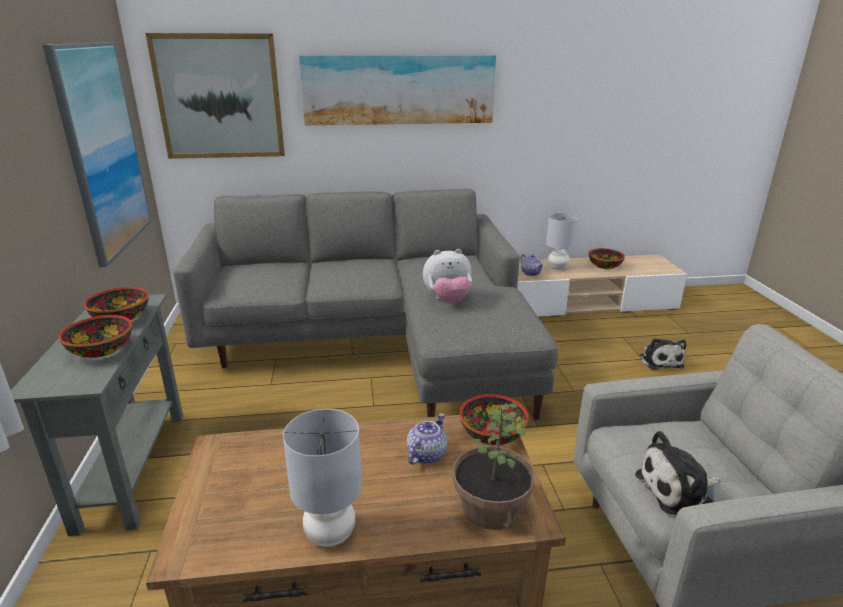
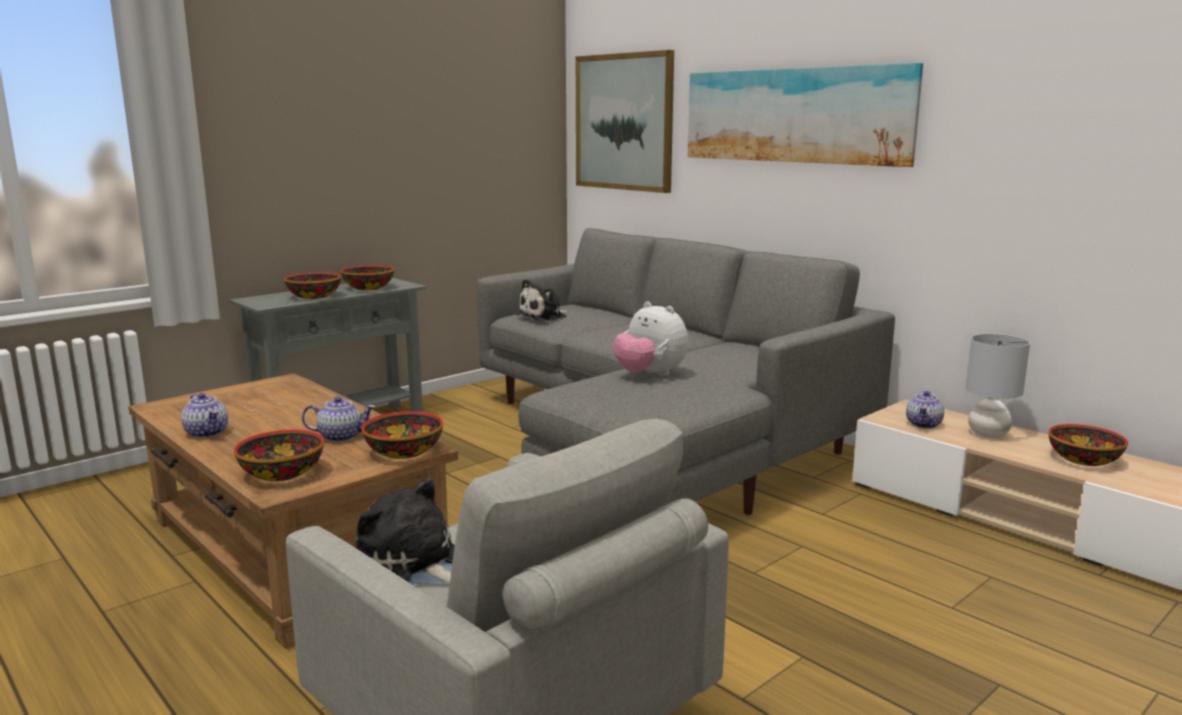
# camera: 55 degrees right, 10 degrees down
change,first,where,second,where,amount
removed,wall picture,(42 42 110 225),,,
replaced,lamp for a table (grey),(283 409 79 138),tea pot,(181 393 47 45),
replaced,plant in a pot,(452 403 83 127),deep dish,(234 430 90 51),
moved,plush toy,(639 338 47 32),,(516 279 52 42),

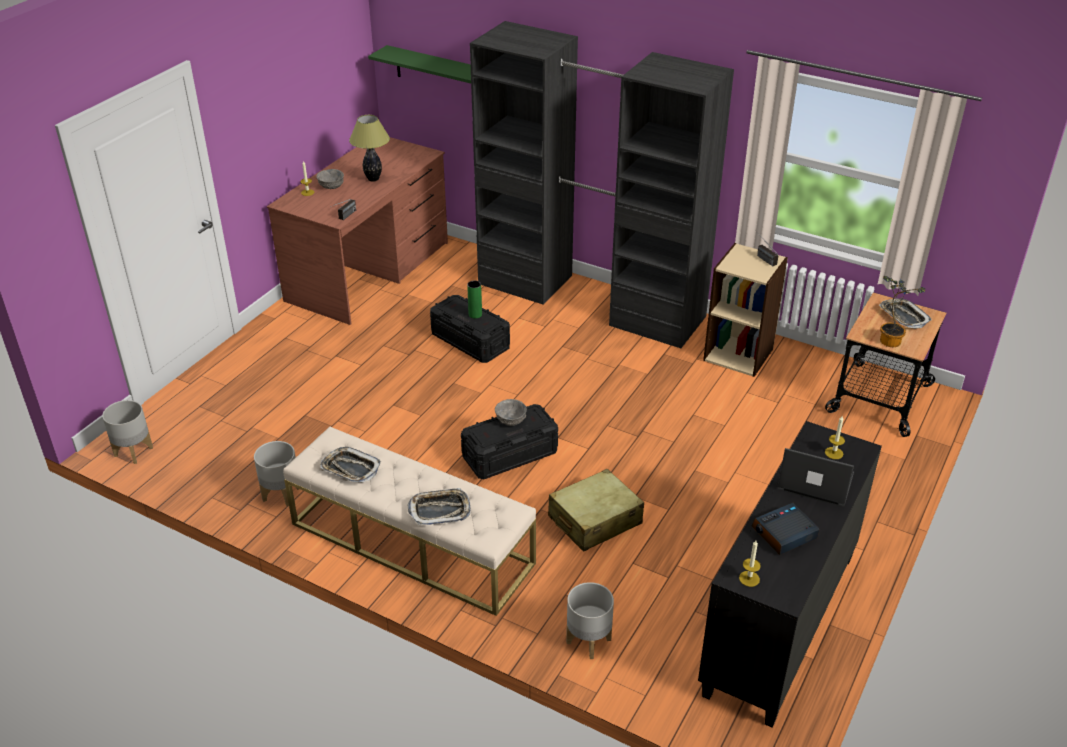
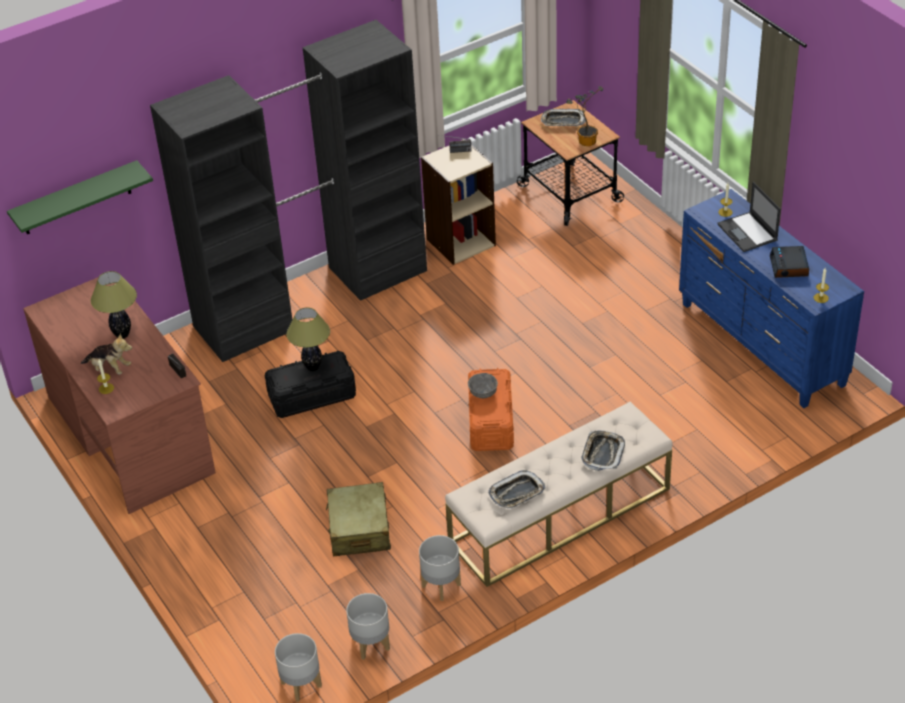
# camera: 60 degrees left, 5 degrees up
change,first,where,second,where,amount
replaced,deep dish (grey),(316 169 28 20),plush toy,(80 333 52 42),
recoloured,storage container (black-coloured),(461 404 97 75),storage container (orange-coloured),(468 368 46 83),
replaced,flower vase (greenish),(467 280 15 38),lamp for a table,(287 307 43 64),
moved,travel case (beige),(548 469 96 83),,(326 482 65 74),
moved,plant pot (grey),(566 582 48 77),,(346 593 44 66),
recoloured,drawer chest (black-coloured),(698 421 184 306),drawer chest (blue-coloured),(679 189 185 219),
turned,notebook computer,(778 448 76 59),,(717 182 64 70),75 degrees counterclockwise

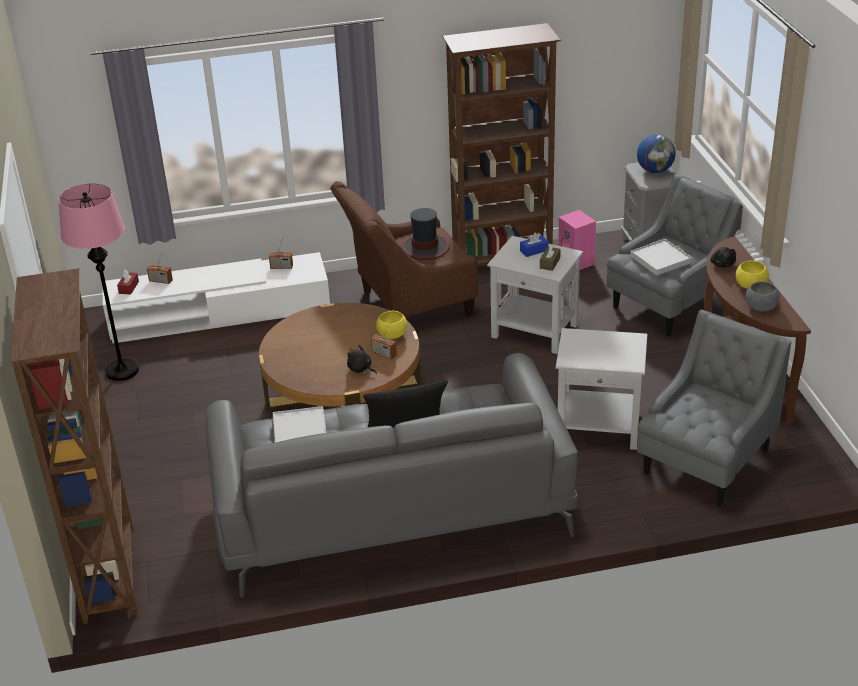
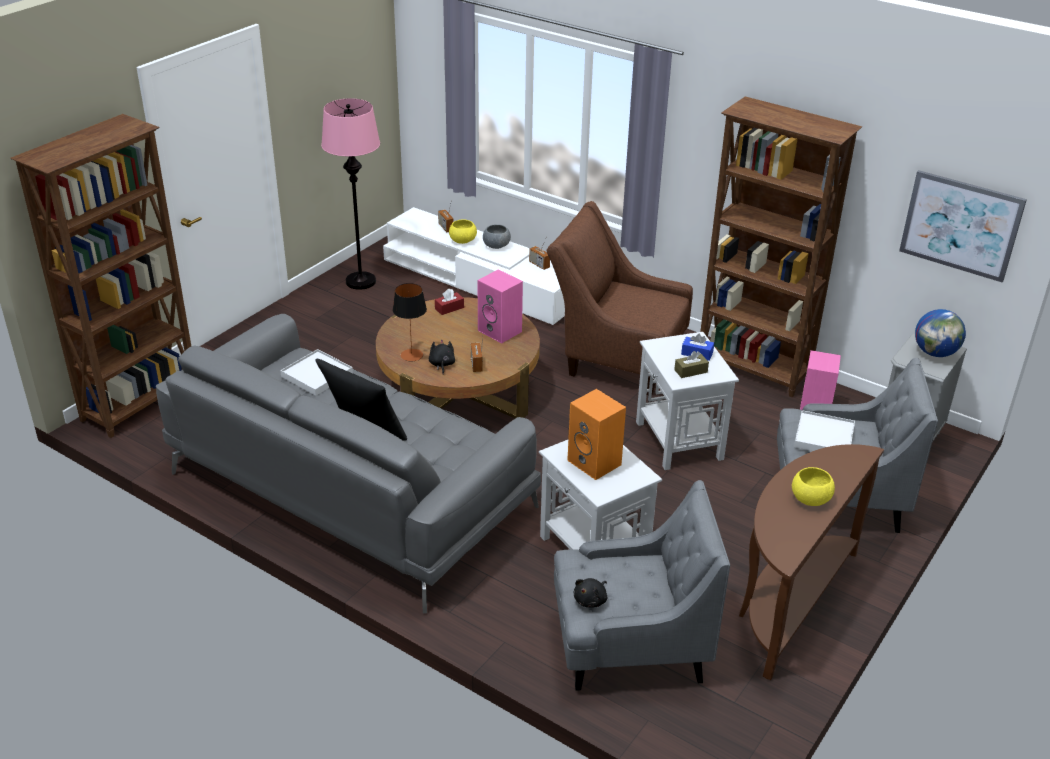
# camera: 45 degrees right, 0 degrees up
change,first,where,second,where,amount
moved,box of tissues (red-coloured),(117 270 22 25),,(435 289 29 26),
moved,deep dish (yellow),(376 311 32 28),,(449 219 28 25),
removed,hat,(400 208 50 52),,,
moved,plush toy (black-coloured),(710 247 26 21),,(573 578 34 29),
moved,deep dish (grey),(746 282 34 29),,(483 224 28 25),
added,,,lamp for a table,(393 283 34 78),
added,,,loudspeaker (pink-coloured),(477 269 46 74),
added,,,loudspeaker (orange-coloured),(567 389 59 91),
added,,,wall picture,(899 170 128 112),

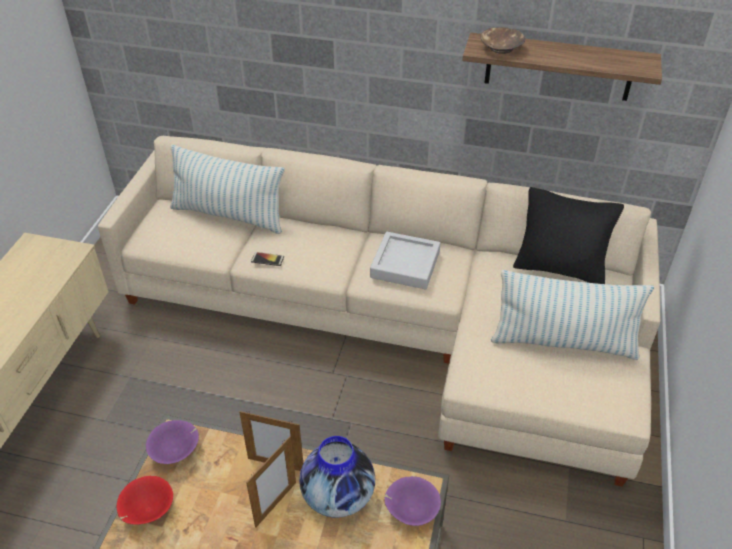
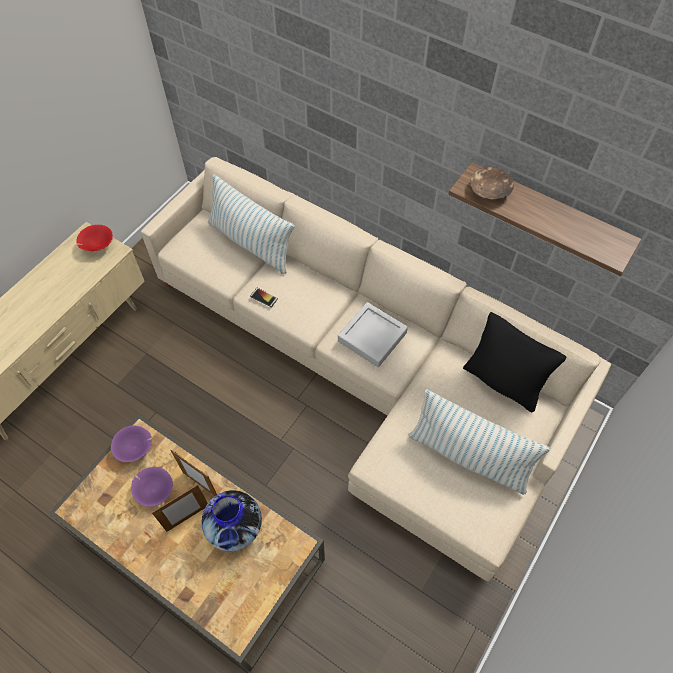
# camera: 20 degrees right, 15 degrees up
change,first,where,second,where,amount
moved,deep dish (red-coloured),(117 476 56 48),,(76 225 37 26),
moved,deep dish (purplish),(385 476 56 50),,(131 467 42 40),

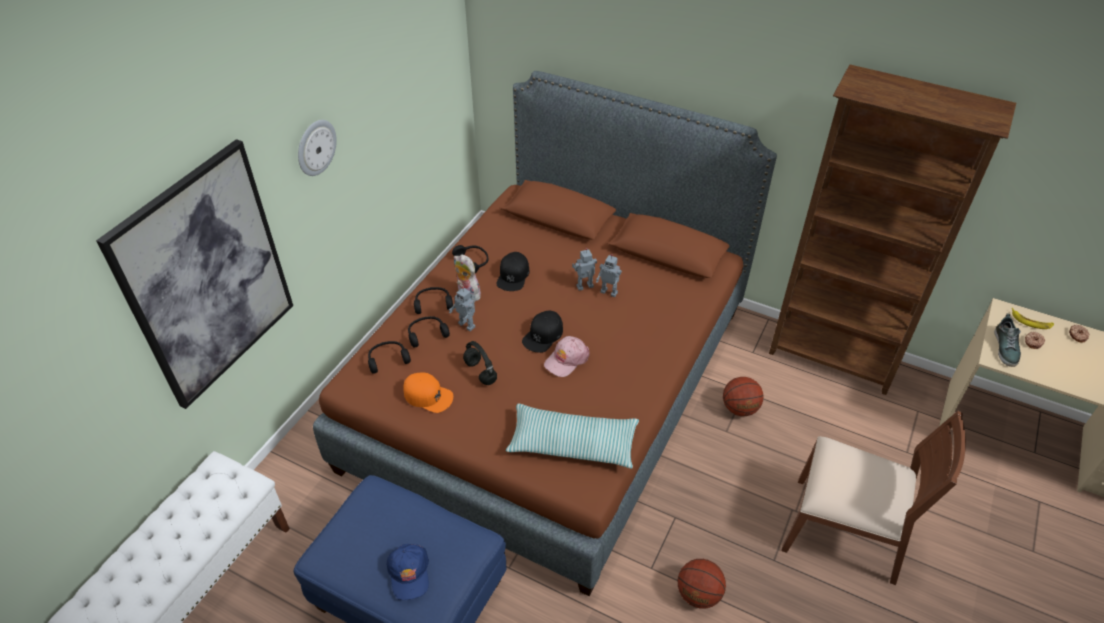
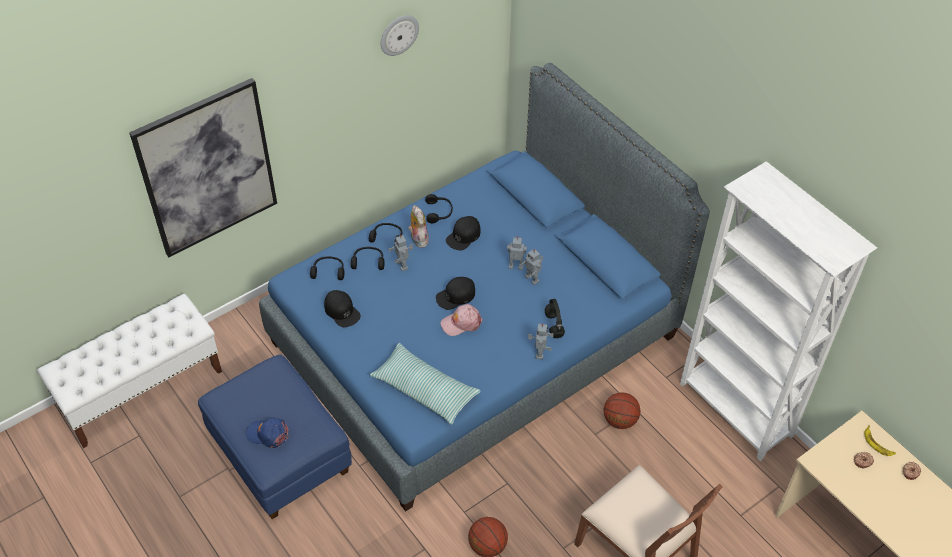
# camera: 25 degrees right, 5 degrees up
change,first,where,second,where,amount
moved,clock on the wall,(298 120 39 56),,(381 15 38 41),
recoloured,sleeping bed (brownish),(313 71 464 525),sleeping bed (blue-coloured),(259 63 451 448),
turned,baseball cap (blue-coloured),(386 544 43 56),,(246 418 43 30),90 degrees clockwise
recoloured,baseball cap (orange-coloured),(403 372 50 41),baseball cap (black-coloured),(324 290 37 37),
moved,headset (black-coloured),(463 341 34 44),,(545 299 20 39),
recoloured,bookshelf (brownish),(769 65 247 330),bookshelf (white),(680 161 197 300),
removed,low shoe,(994 314 27 53),,,
added,,,robot figure,(528 324 25 36),

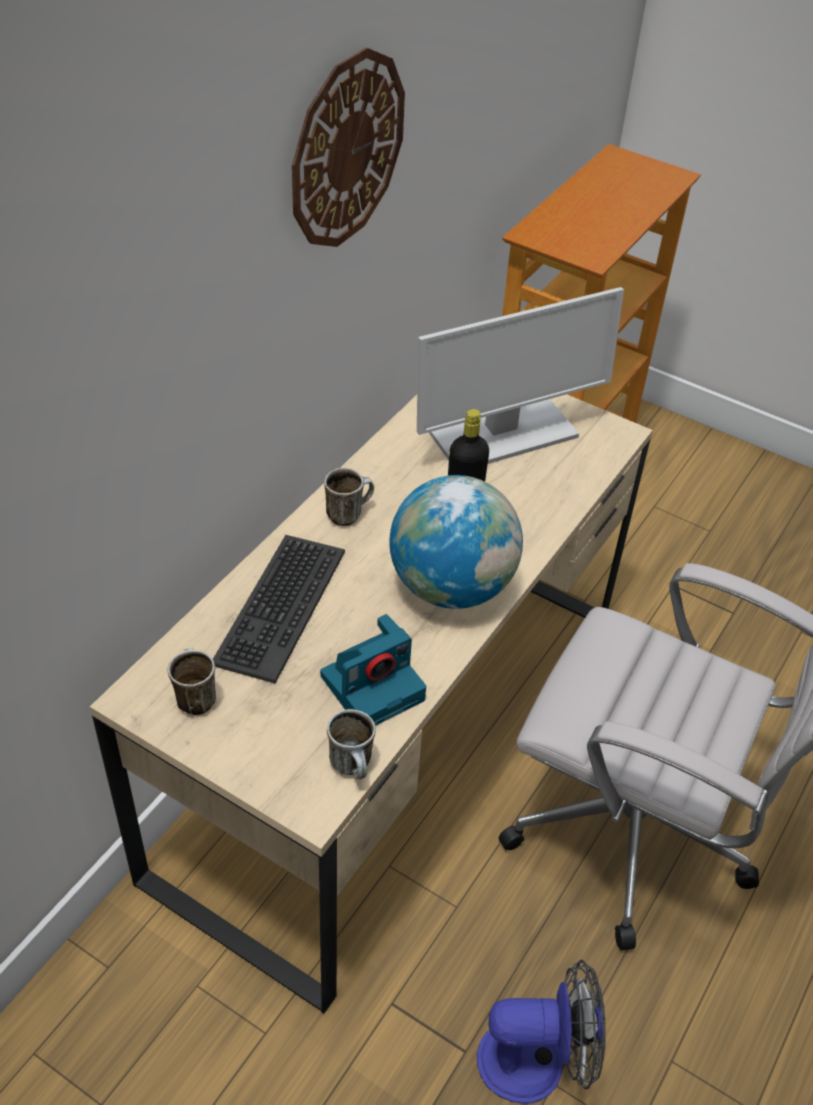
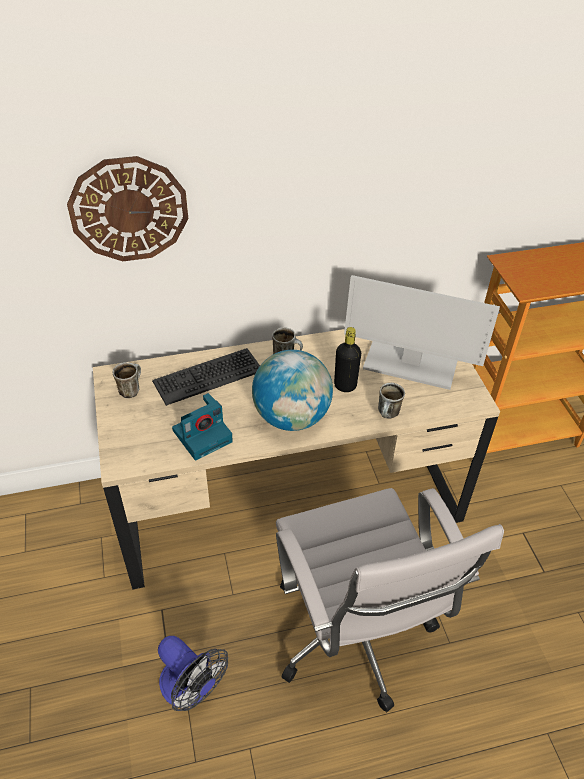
# camera: 45 degrees right, 0 degrees up
change,first,where,second,where,amount
moved,clock on the wall,(292 48 113 199),,(67 156 121 105),
turned,photo camera,(320 614 106 112),,(172 393 61 68),45 degrees counterclockwise
moved,coffee mug,(327 709 49 70),,(378 383 27 36),

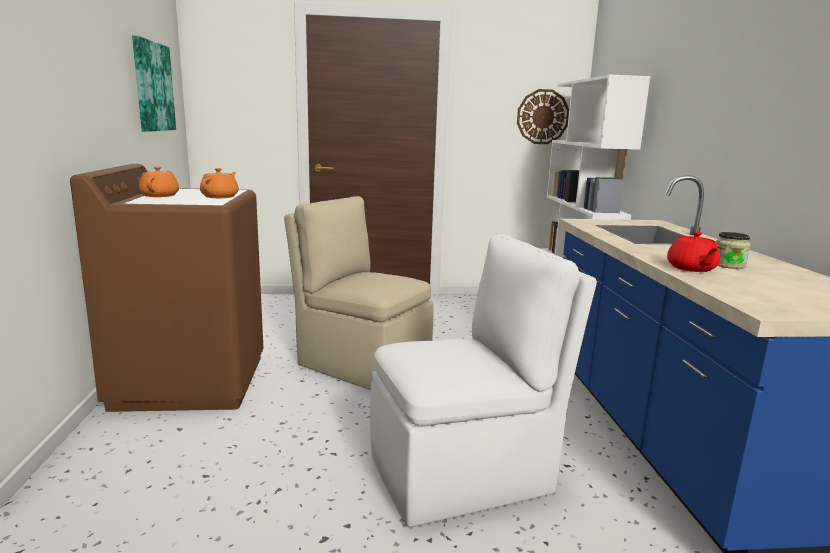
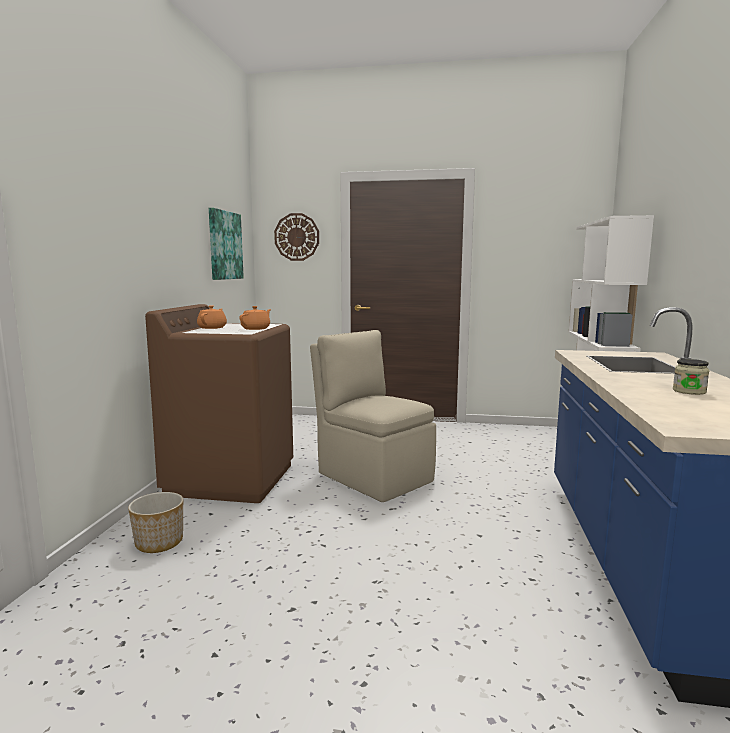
# camera: 15 degrees right, 5 degrees down
change,first,where,second,where,amount
removed,upright chair (white),(370 234 227 293),,,
moved,clock on the wall,(517 89 52 55),,(274 213 45 48),
removed,tea pot (red-coloured),(667 231 53 41),,,
added,,,plant pot,(128 492 55 61),

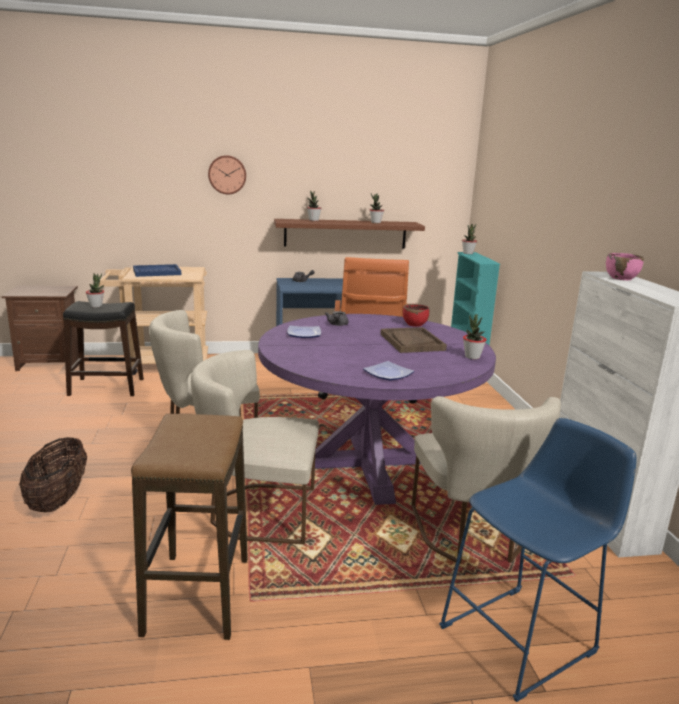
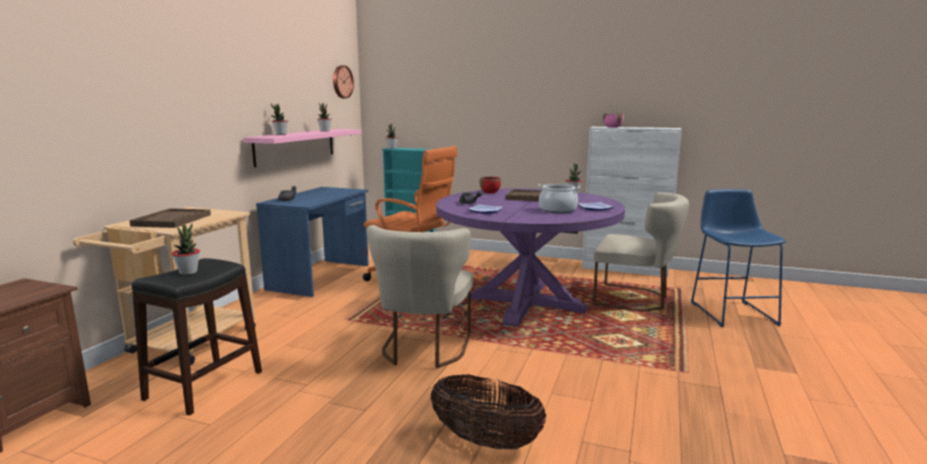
# camera: 60 degrees left, 5 degrees down
change,first,where,second,where,amount
removed,sitting stool,(131 414 117 226),,,
recoloured,tray (blue-coloured),(133 264 48 13),tray (brownish),(129 208 82 20),
removed,upright chair (beige),(191 350 128 194),,,
moved,clock on the wall,(208 155 38 39),,(333 65 21 33),
recoloured,shelf (brownish),(274 219 151 30),shelf (pink-coloured),(243 129 119 38),
added,,,saucepot,(538 184 43 29),

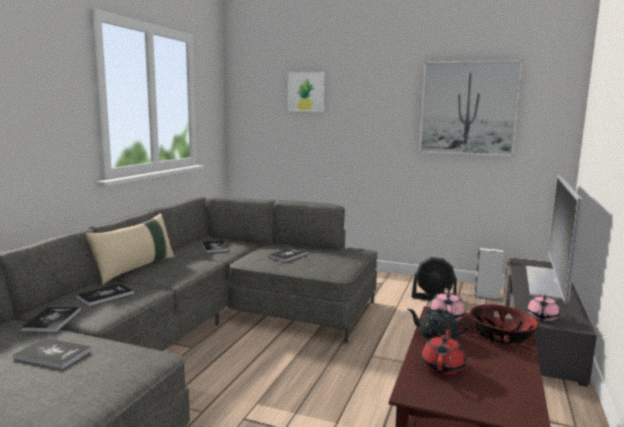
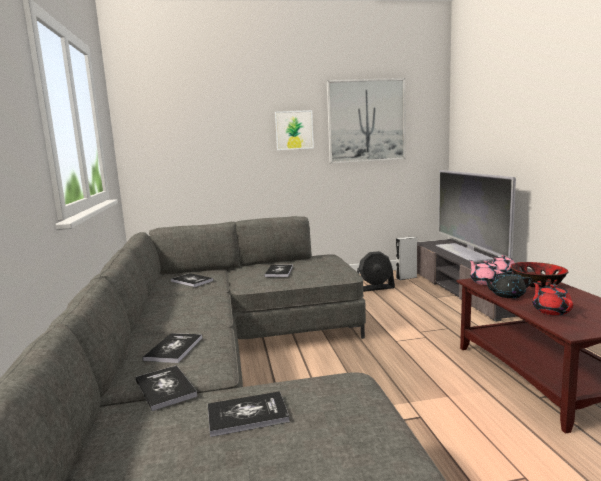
# camera: 30 degrees left, 0 degrees up
change,first,where,second,where,amount
removed,throw pillow (beige),(85 213 90 72),,,
moved,wall picture,(288 72 37 39),,(275 110 39 40),

